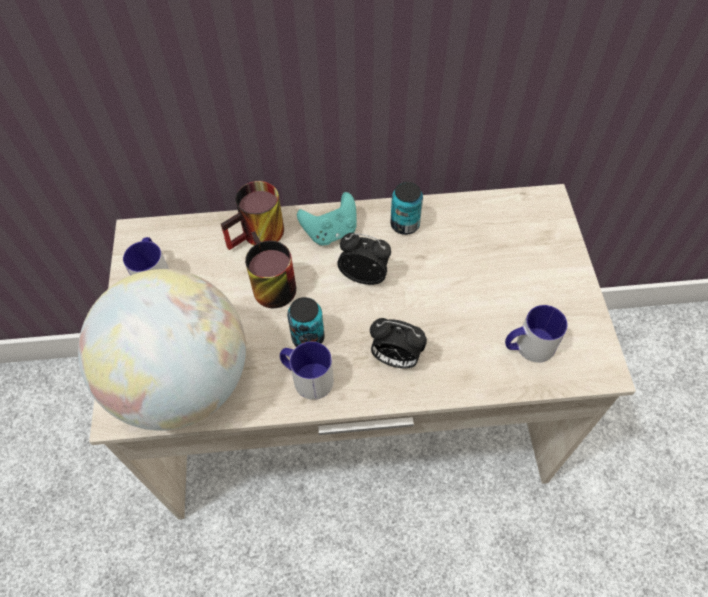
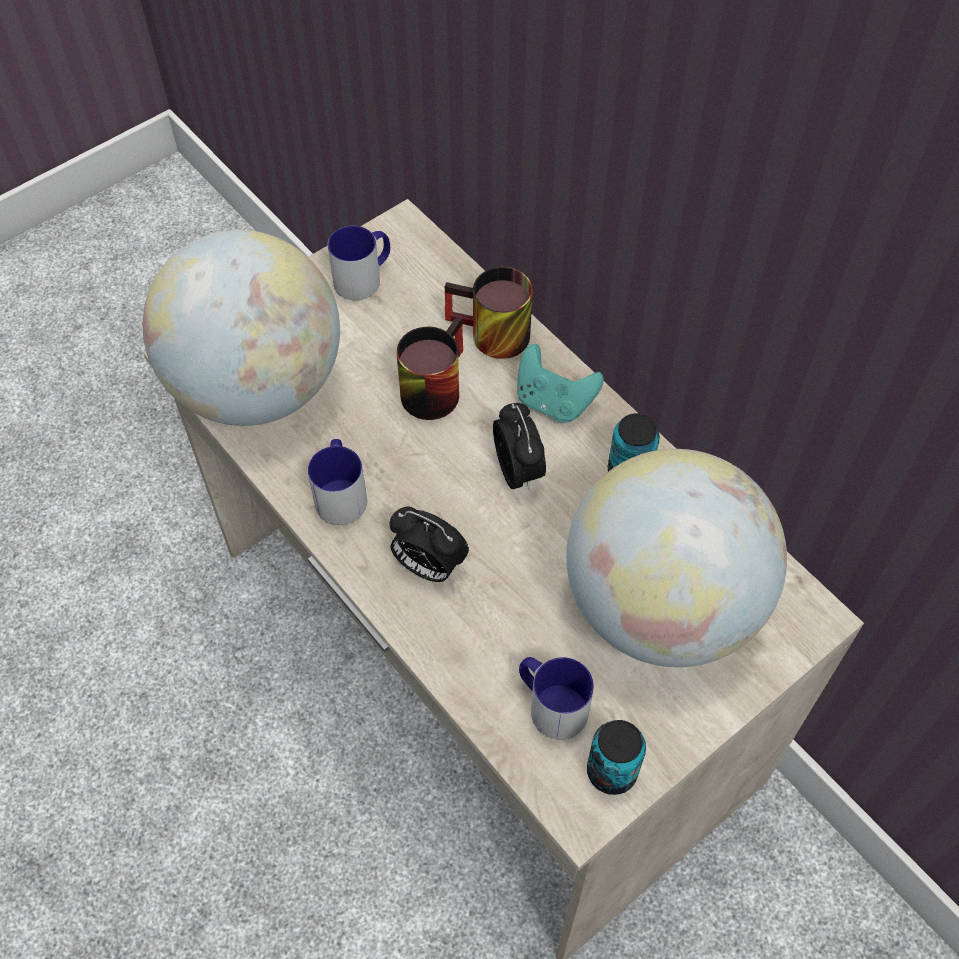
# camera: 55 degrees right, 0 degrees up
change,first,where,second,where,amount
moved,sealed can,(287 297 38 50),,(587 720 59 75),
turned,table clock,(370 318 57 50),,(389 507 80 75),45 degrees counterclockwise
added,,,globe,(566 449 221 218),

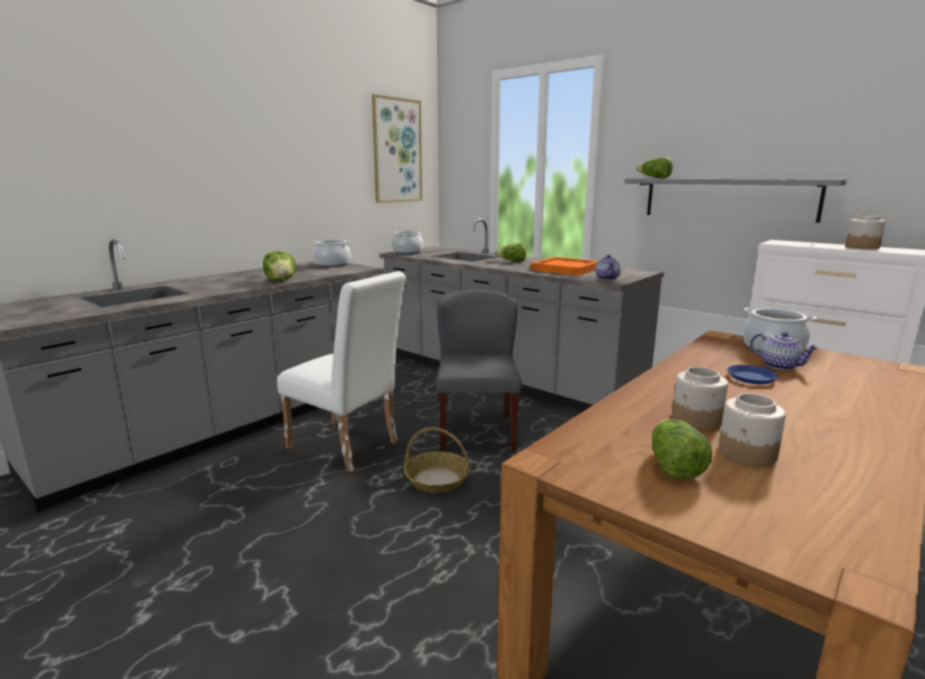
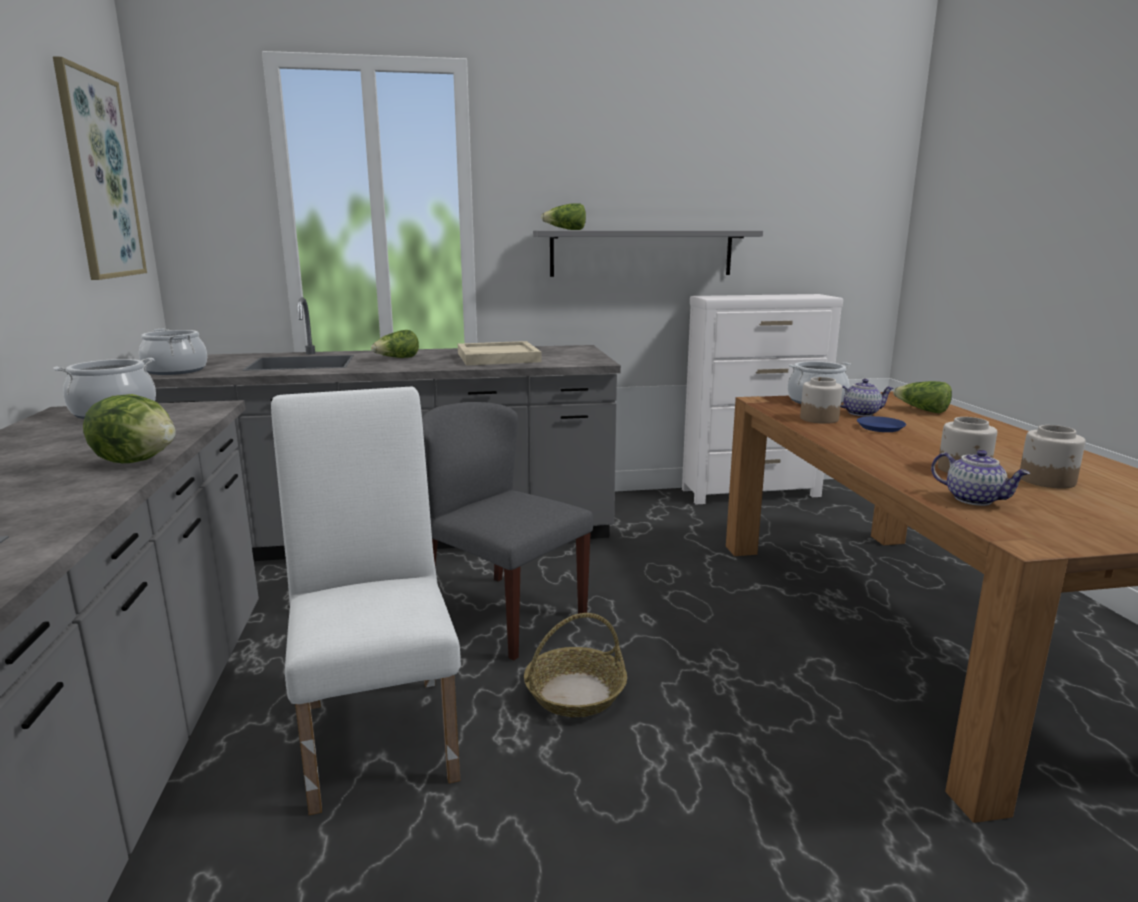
# camera: 50 degrees left, 0 degrees up
change,first,where,second,where,amount
turned,upright chair (white),(277 271 129 201),,(271 386 190 429),90 degrees counterclockwise
recoloured,tray (orange-coloured),(531 257 68 19),tray (beige),(458 341 84 25),
moved,tea pot,(596 255 25 25),,(931 450 99 56),
moved,head of lettuce,(652 419 60 60),,(893 381 59 33),
moved,jar,(845 215 41 35),,(800 377 42 47),

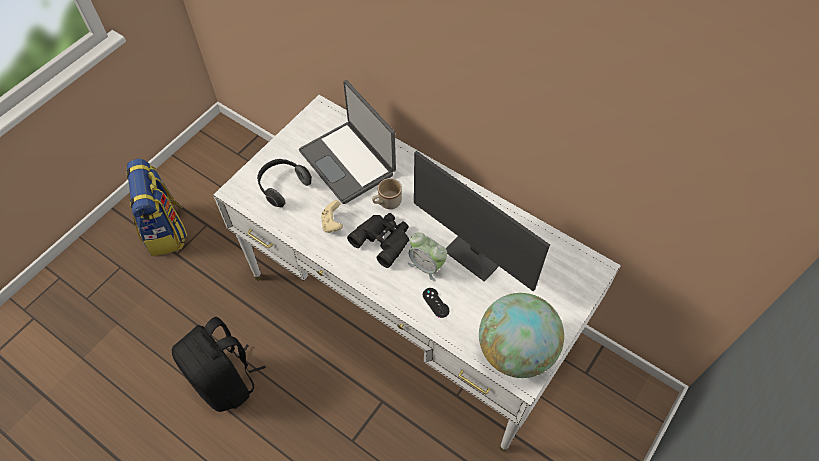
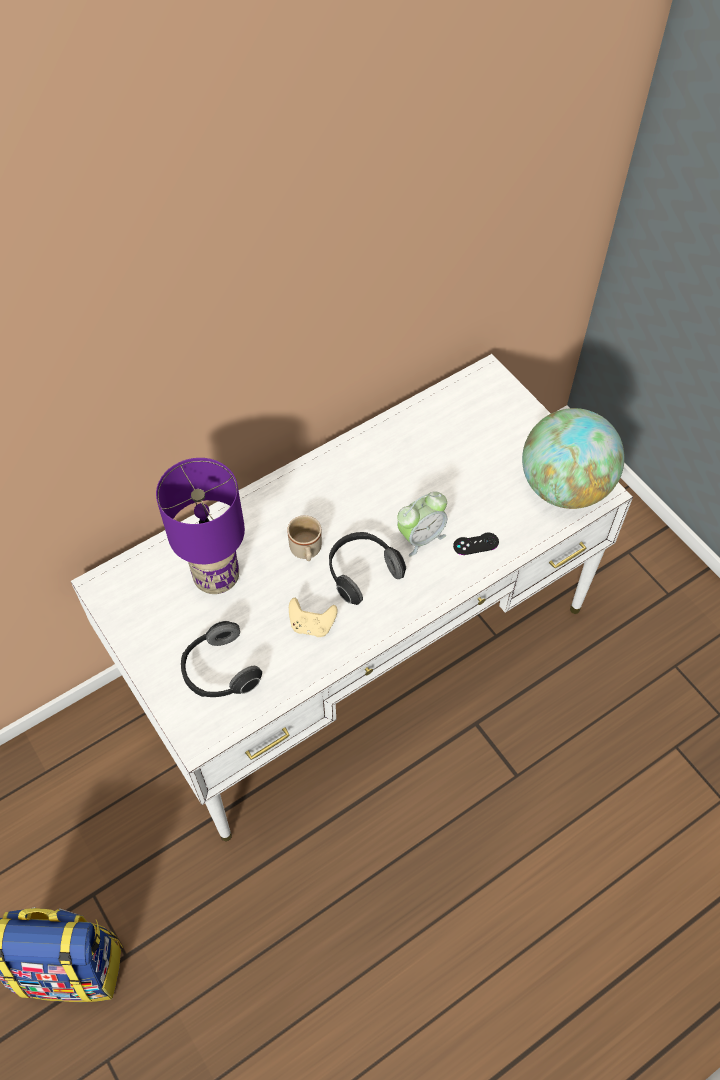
# camera: 70 degrees left, 0 degrees up
change,first,where,second,where,amount
removed,rucksack (black-coloured),(172 317 94 95),,,
replaced,notebook computer,(299 80 97 124),lamp for a table (purplish),(156 458 89 136),
replaced,pair of binoculars (black-coloured),(347 213 62 55),headset,(329 532 77 73),
removed,computer screen,(414 151 136 140),,,

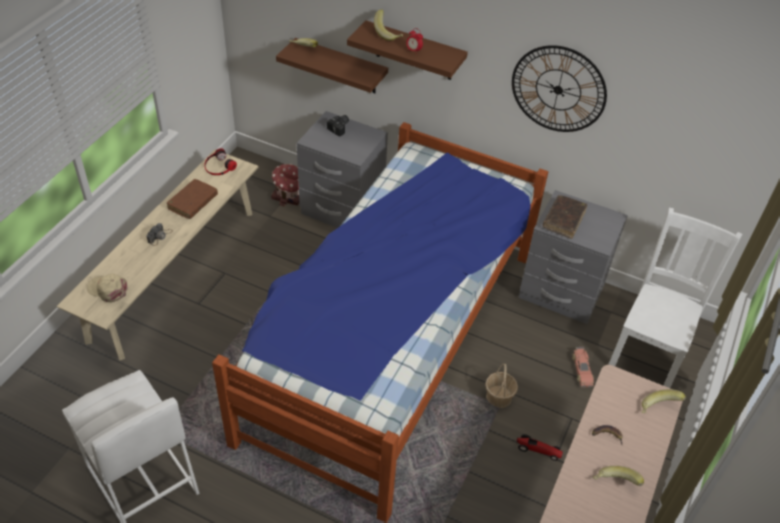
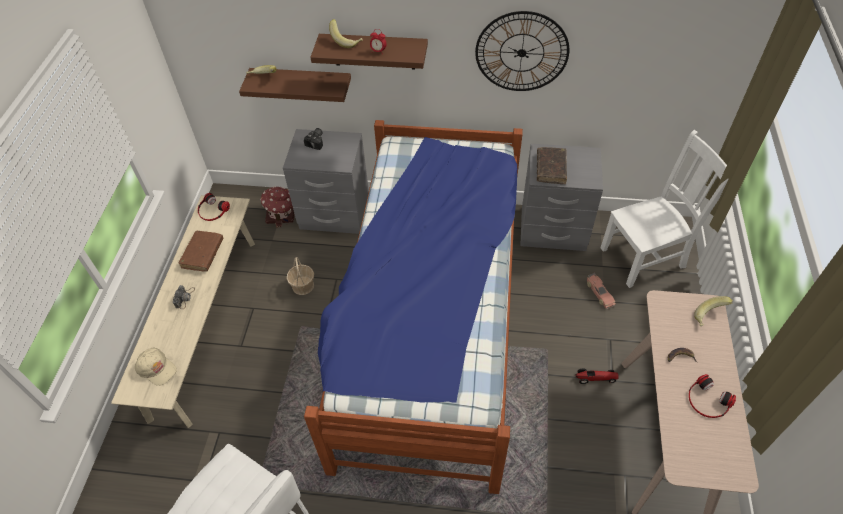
# camera: 15 degrees left, 5 degrees up
change,first,where,second,where,amount
turned,baseball cap (beige),(87 274 41 28),,(135 348 42 38),150 degrees counterclockwise
moved,basket,(485 363 33 45),,(287 257 27 38),
replaced,banana,(593 466 51 20),headset,(689 374 47 44),
turned,upright chair (white),(608 208 135 180),,(601 130 128 158),60 degrees clockwise

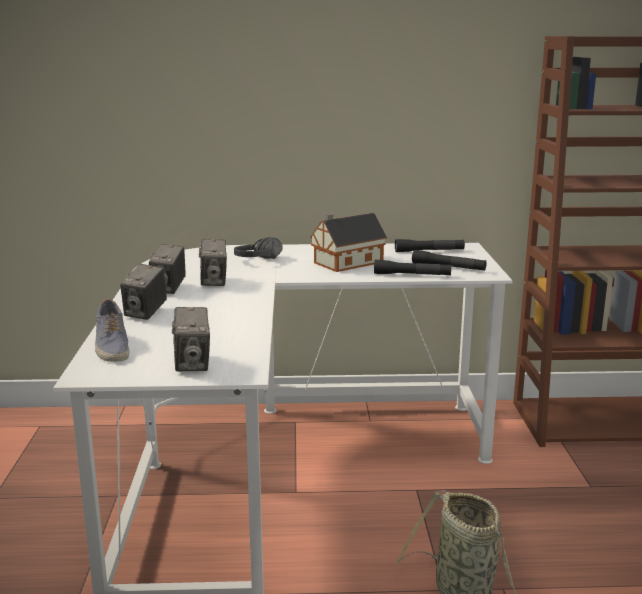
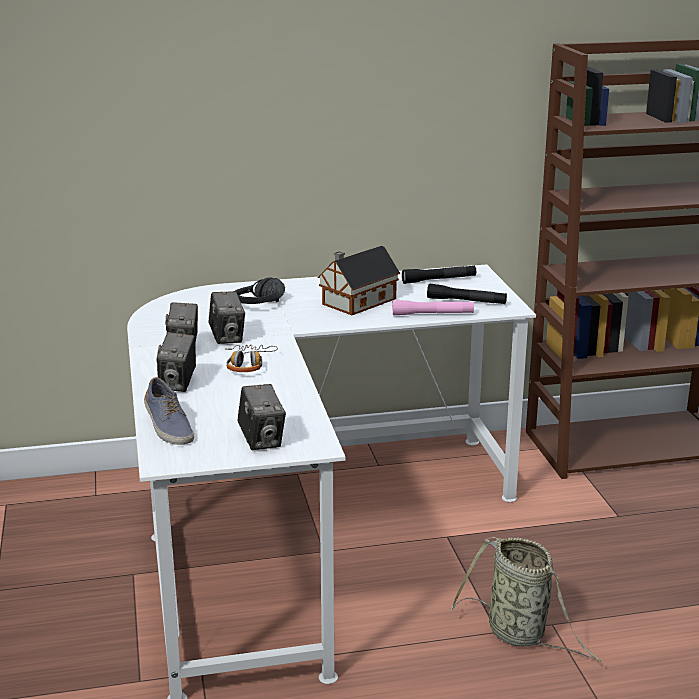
# camera: 10 degrees left, 5 degrees up
change,first,where,second,where,amount
recoloured,flashlight (black-coloured),(374 260 77 15),flashlight (pink-coloured),(392 300 82 15),
added,,,headset,(227 345 51 27),

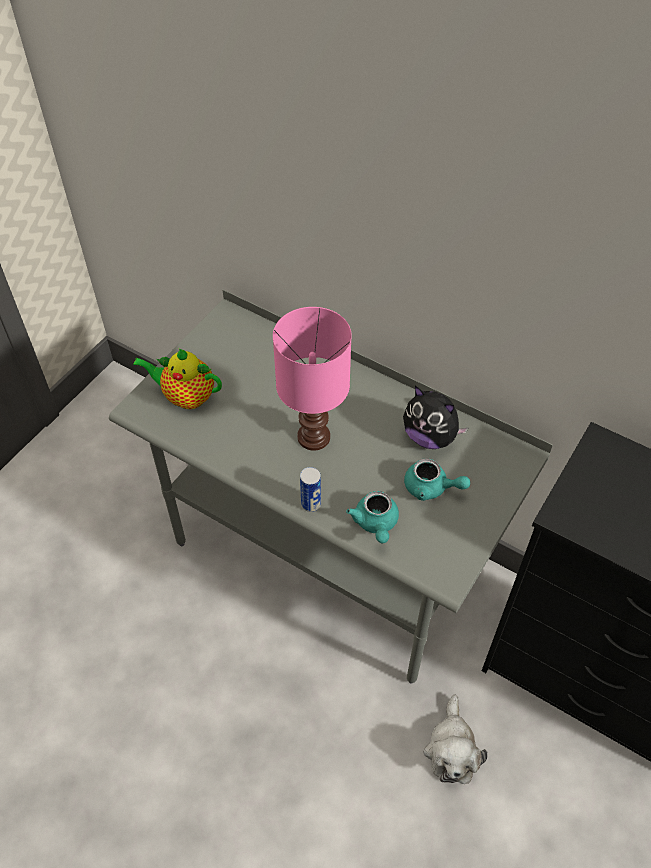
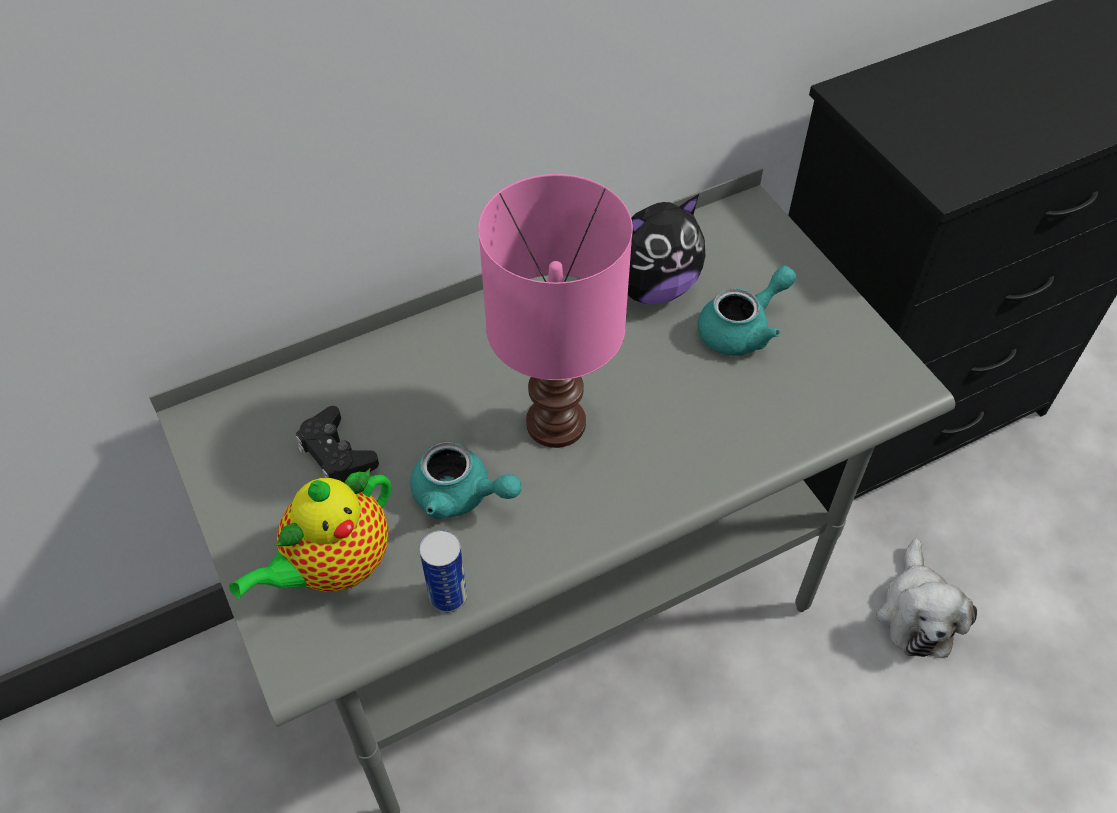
# camera: 60 degrees left, 0 degrees up
change,first,where,second,where,amount
moved,sealed can,(300 467 21 45),,(419 530 48 83),
moved,tea pot (turquoise),(346 491 53 53),,(410 441 112 78),
turned,plush toy,(423 694 65 90),,(876 538 101 120),60 degrees clockwise
added,,,gamepad (black-coloured),(296 406 83 77),

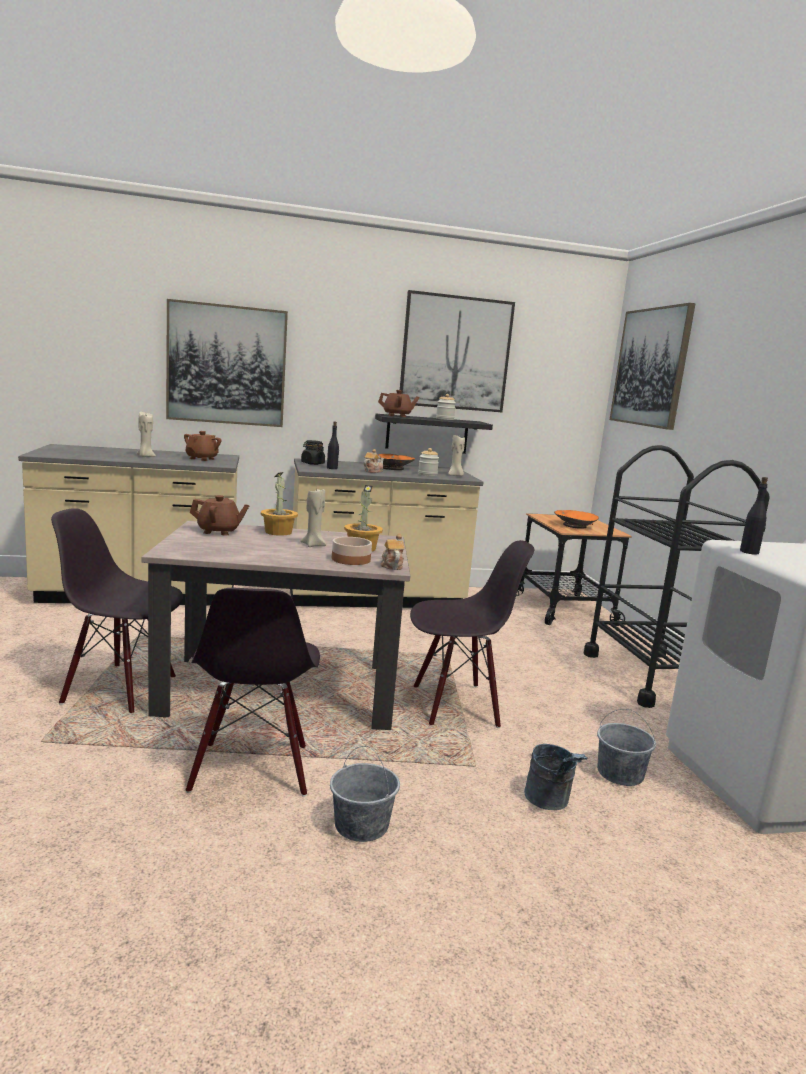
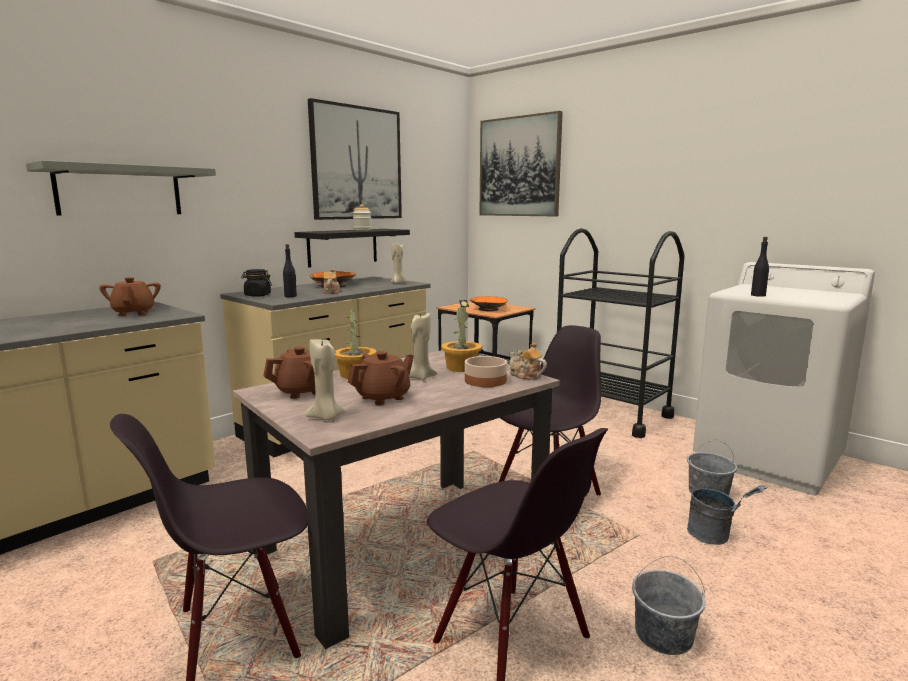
# camera: 35 degrees left, 0 degrees up
change,first,where,second,where,amount
moved,wax light (beige),(137 412 19 45),,(305 339 40 81),
replaced,wall picture,(166 299 122 128),shelf (grey),(26 160 190 56),
moved,tea pot (brownish),(378 390 42 27),,(348 351 66 54),
removed,jar,(418 448 21 28),,,

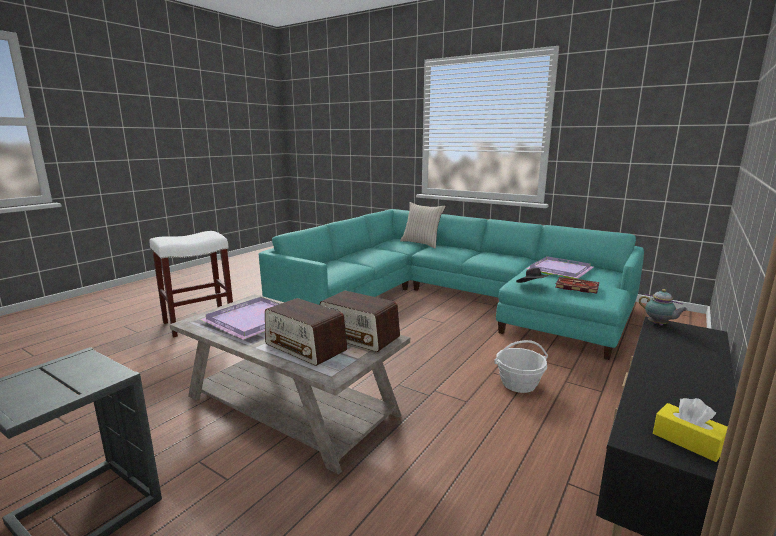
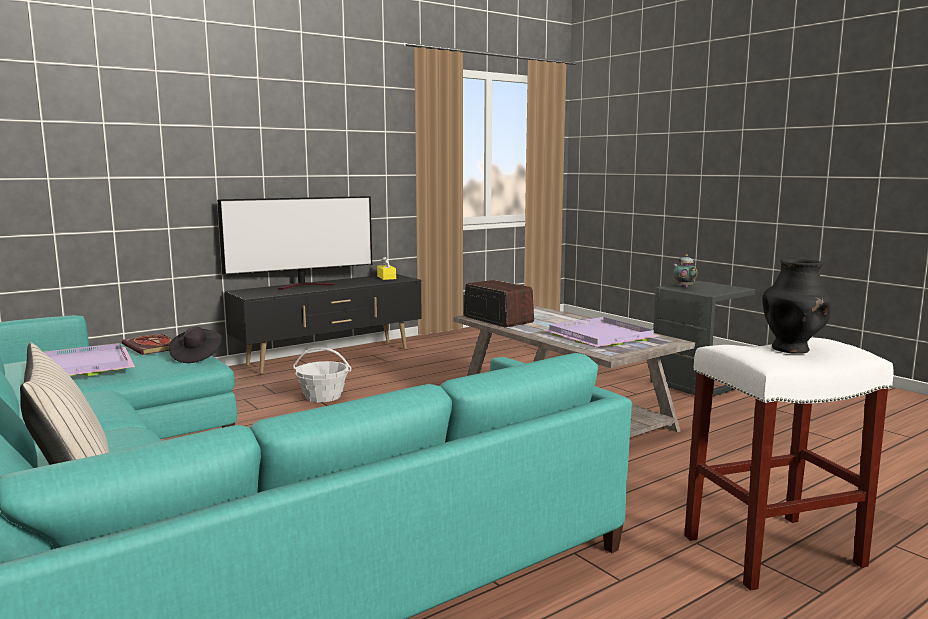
# camera: 160 degrees left, 5 degrees down
change,first,where,second,where,amount
removed,radio receiver,(265 298 82 68),,,
moved,tea pot,(639 289 49 36),,(673 255 25 33),
added,,,television,(217 196 155 94),
added,,,flower vase (black-coloured),(762 258 69 96),

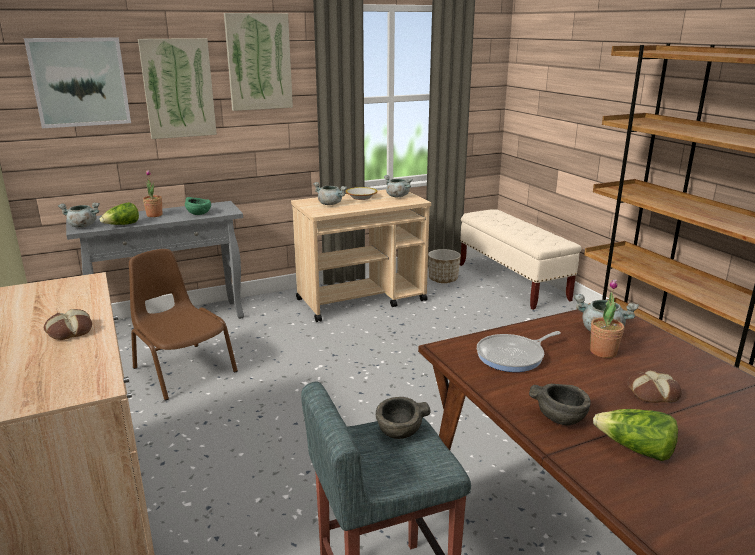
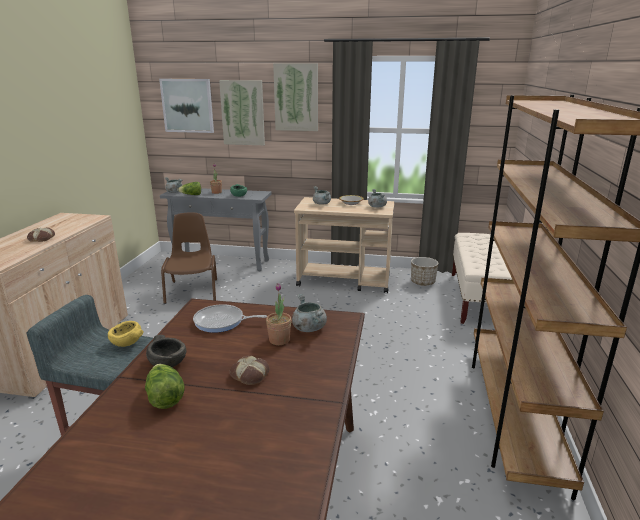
# camera: 35 degrees right, 0 degrees up
change,first,where,second,where,amount
recoloured,deep dish (grey),(376 397 55 42),deep dish (yellow),(108 321 36 26),

